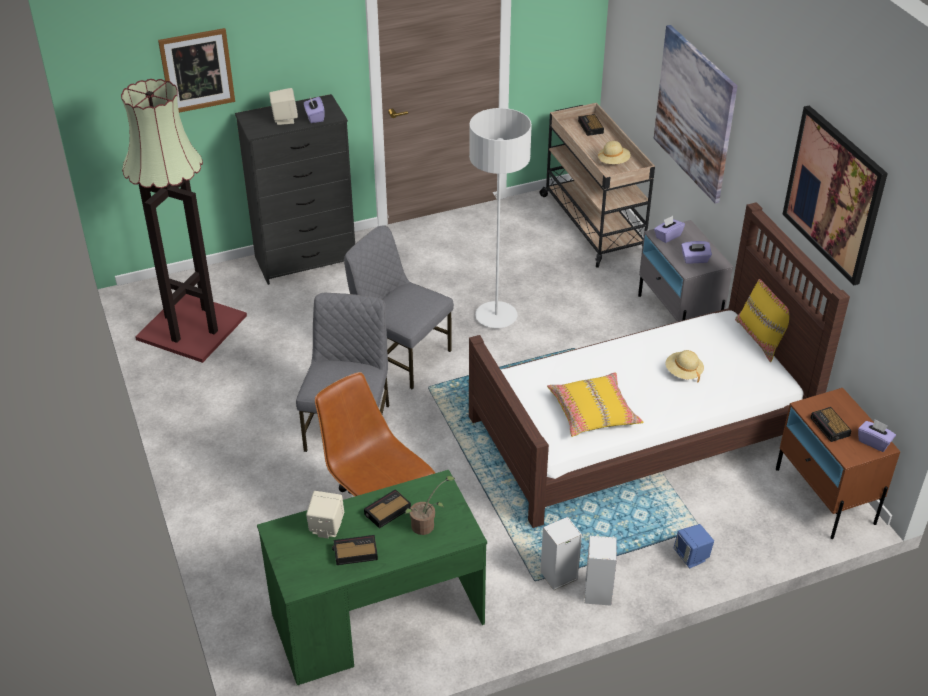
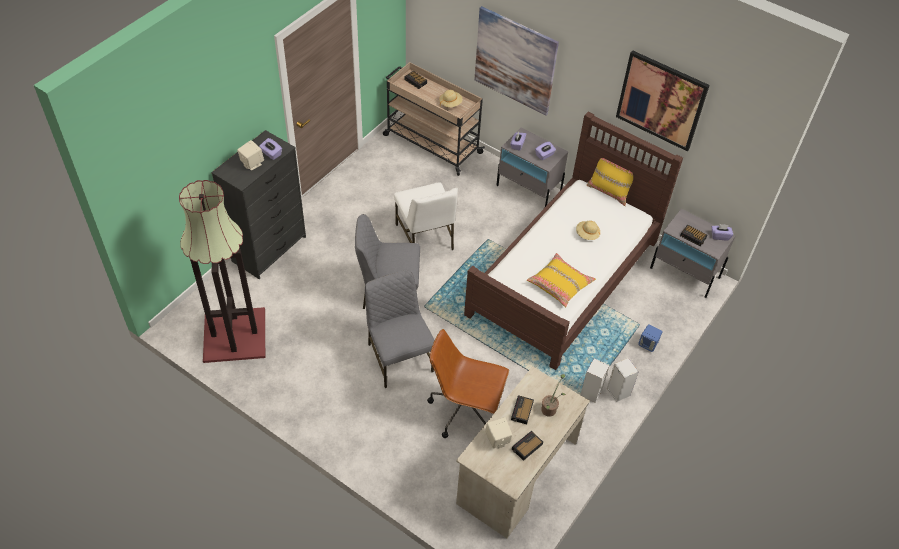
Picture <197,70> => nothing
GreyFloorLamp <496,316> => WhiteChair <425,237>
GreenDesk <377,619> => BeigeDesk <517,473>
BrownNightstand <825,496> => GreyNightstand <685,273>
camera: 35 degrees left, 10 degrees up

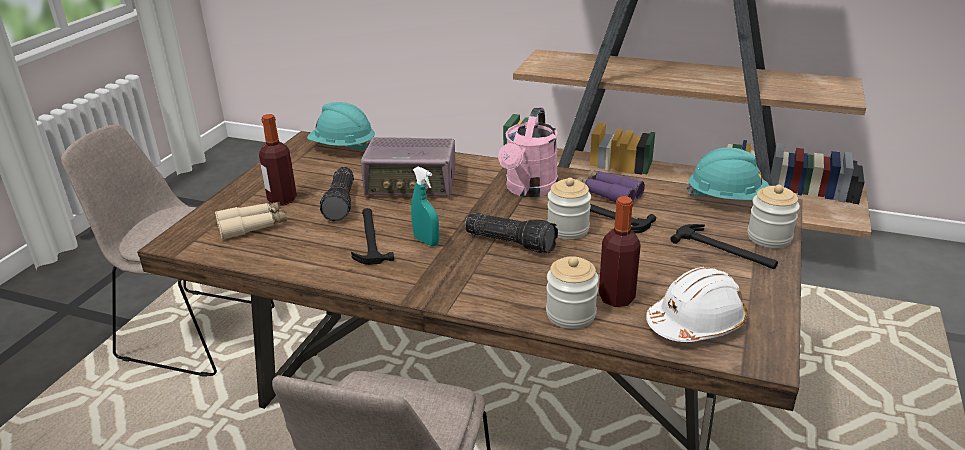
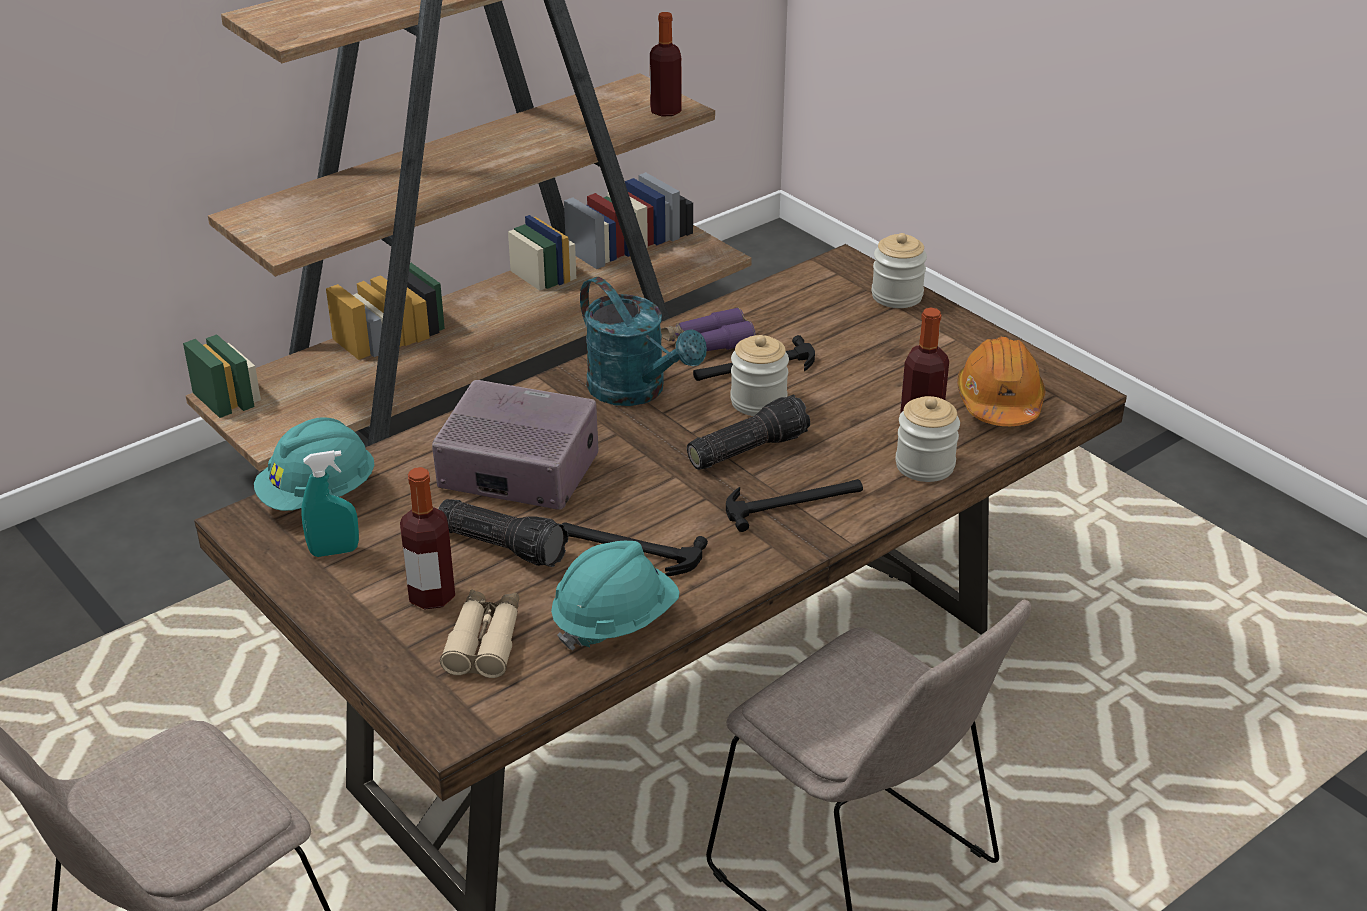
nothing => Bottle <665,111>
TurquoiseSprayBottle <426,241> => TurquoiseSprayBottle <334,551>, move
Hammer <725,250> => Hammer <794,502>, move
TurquoiseHardHat <727,199> => TurquoiseHardHat <614,621>, move
PinkWateringCan <529,189> => TurquoiseWateringCan <636,391>
WhiteHardHat <696,323> => OrangeHardHat <999,402>
Radio <412,184> => Radio <518,472>, 105 degrees counterclockwise
camera: 60 degrees left, 5 degrees up

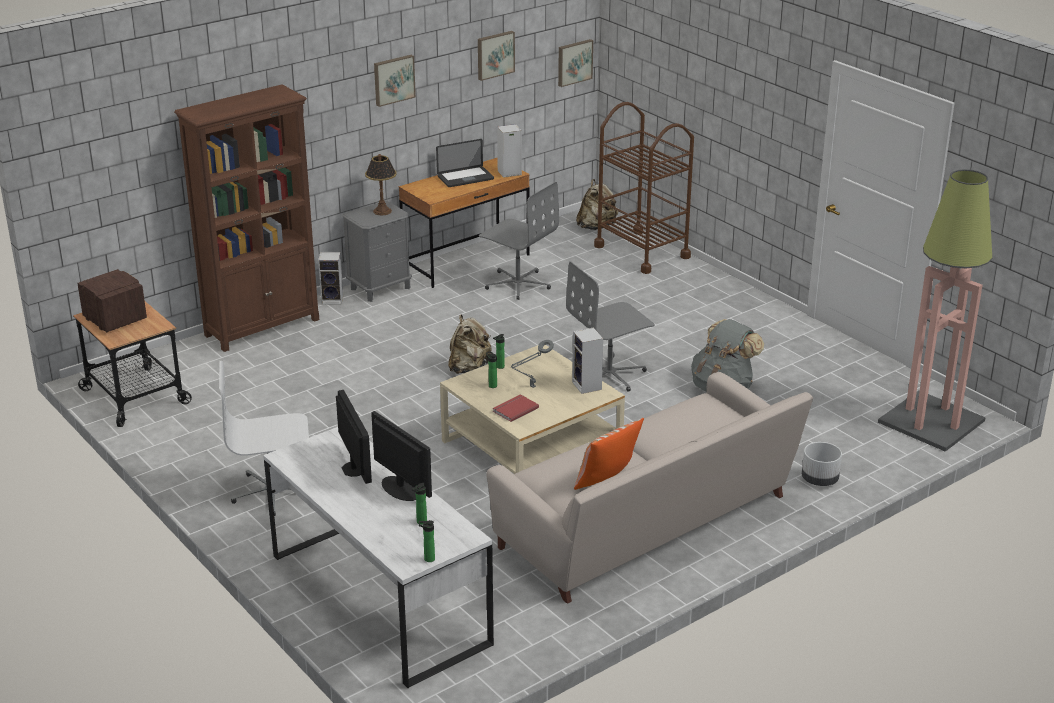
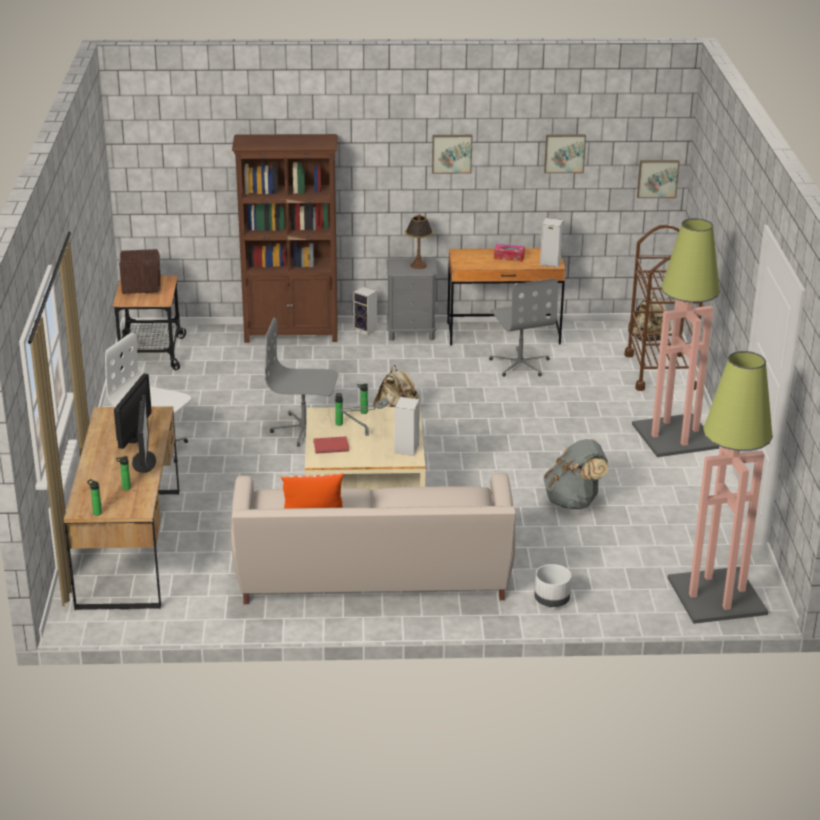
nothing => FloorLamp <676,436>
GreyOfficeChair <610,375> => GreyOfficeChair <304,430>, move
Laptop <465,178> => TissueBox <509,257>
WhiteDesk <379,599> => BrownDesk <130,547>
camera: 35 degrees right, 0 degrees up

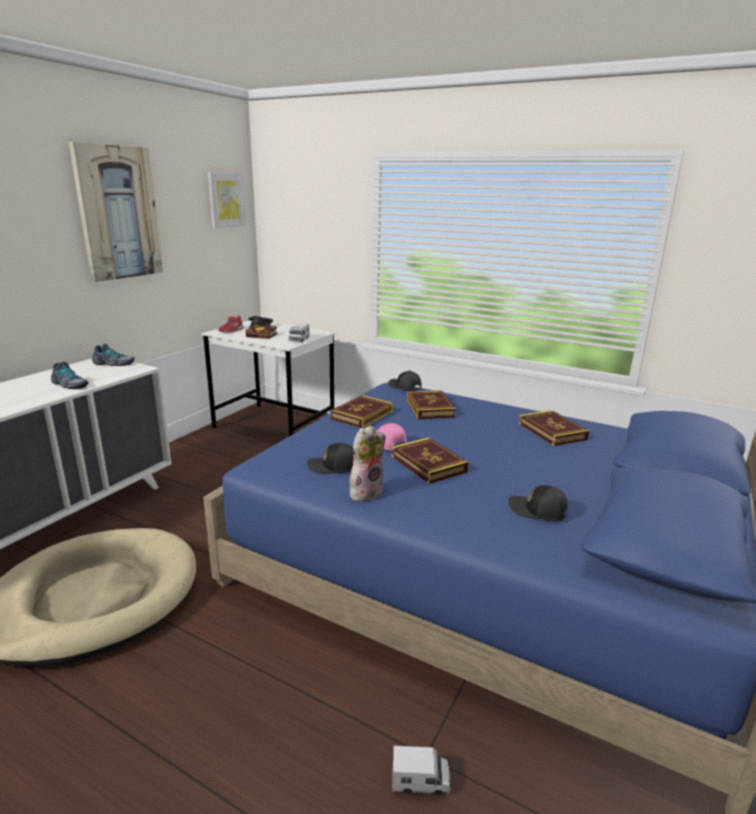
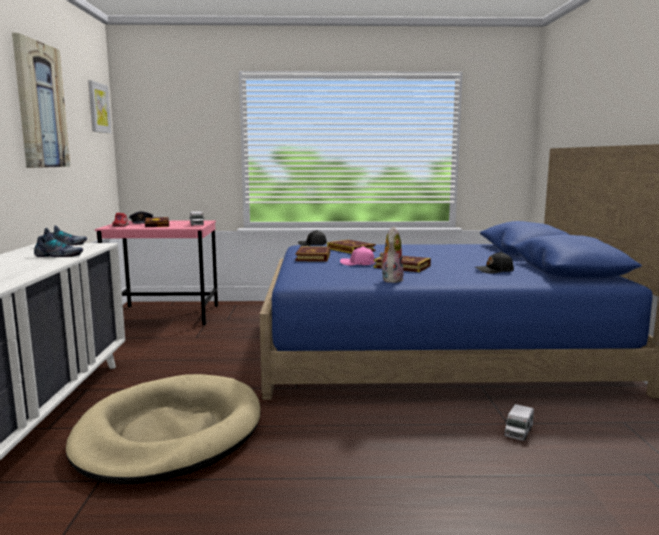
BlackCap <333,467> => nothing
Book <552,431> => nothing
WhiteDesk <274,426> => PinkDesk <165,315>
ToyTruck <420,781> => ToyTruck <518,432>, 150 degrees clockwise
camera: 30 degrees left, 10 degrees down

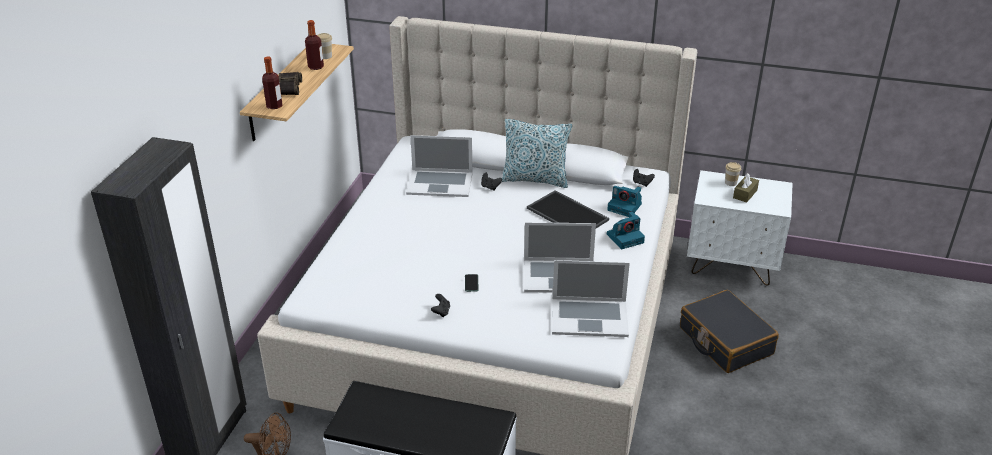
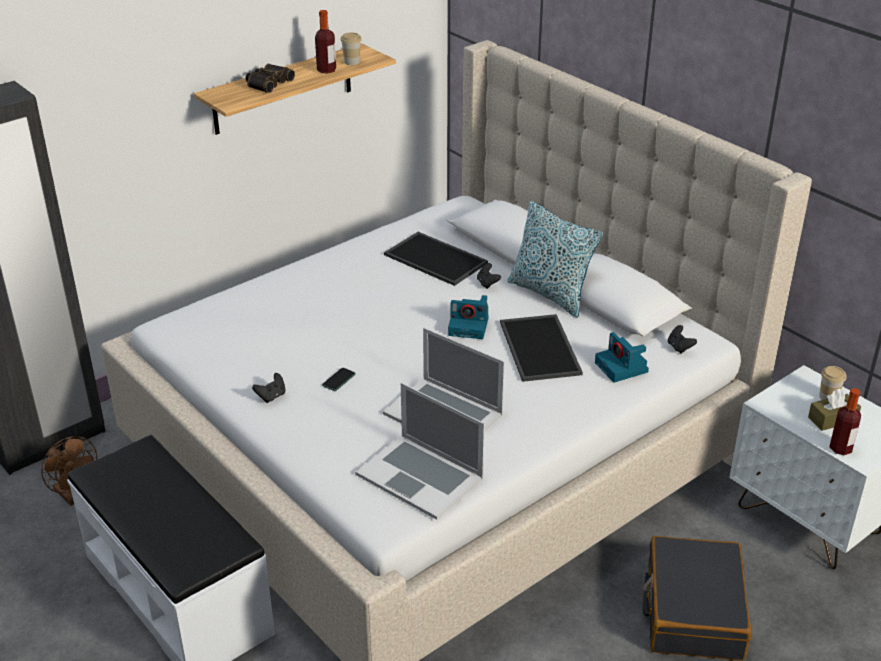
Bottle <274,106> => Bottle <840,448>, move
PhotoCamera <625,238> => PhotoCamera <469,326>, move
Laptop <440,183> => Tray <437,258>
camera: 35 degrees right, 0 degrees up

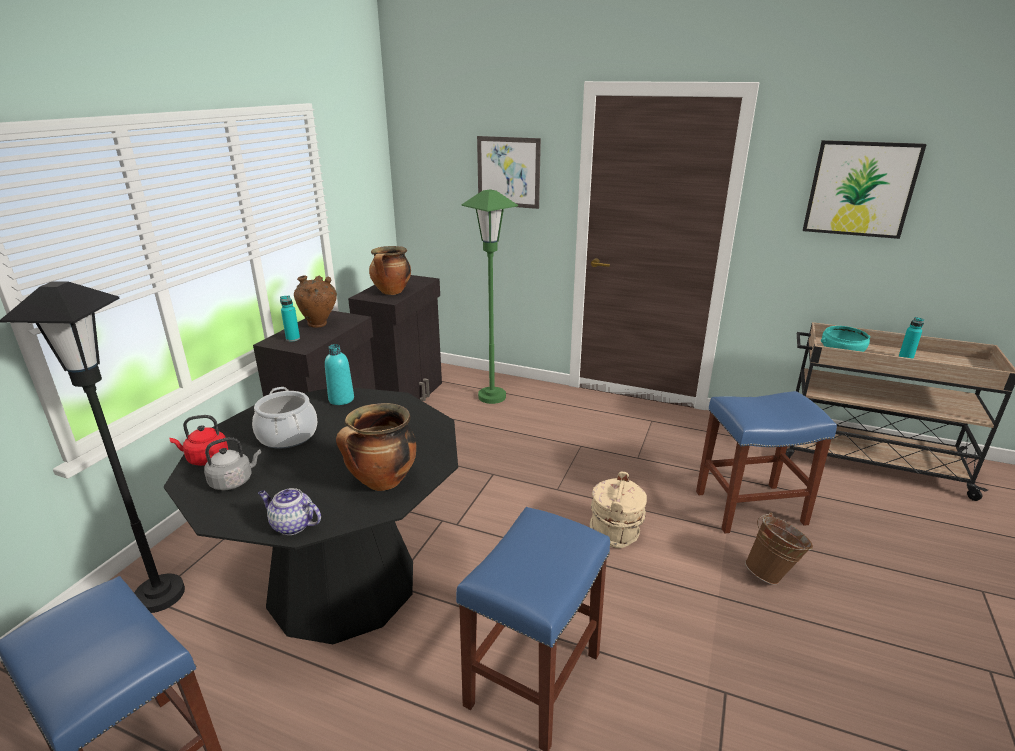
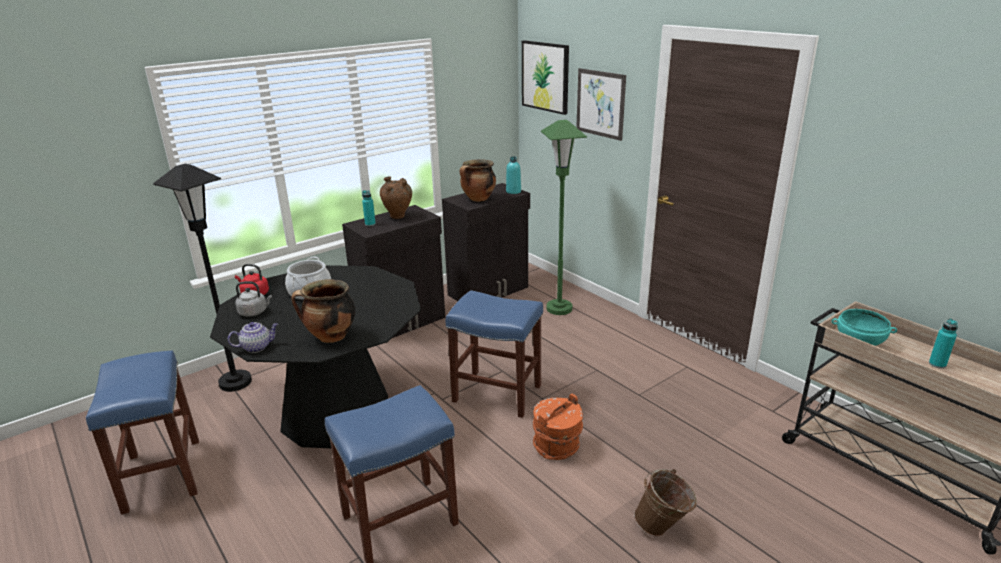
TurquoiseBottle <341,399> => TurquoiseBottle <513,191>, move
BlueStool <751,507> => BlueStool <498,393>, move
Picture <860,189> => Picture <545,76>, move
BeigeBucket <615,532> => OrangeBucket <557,447>
Teapot <292,525> => Teapot <257,347>, 105 degrees clockwise
camera: 30 degrees right, 0 degrees up

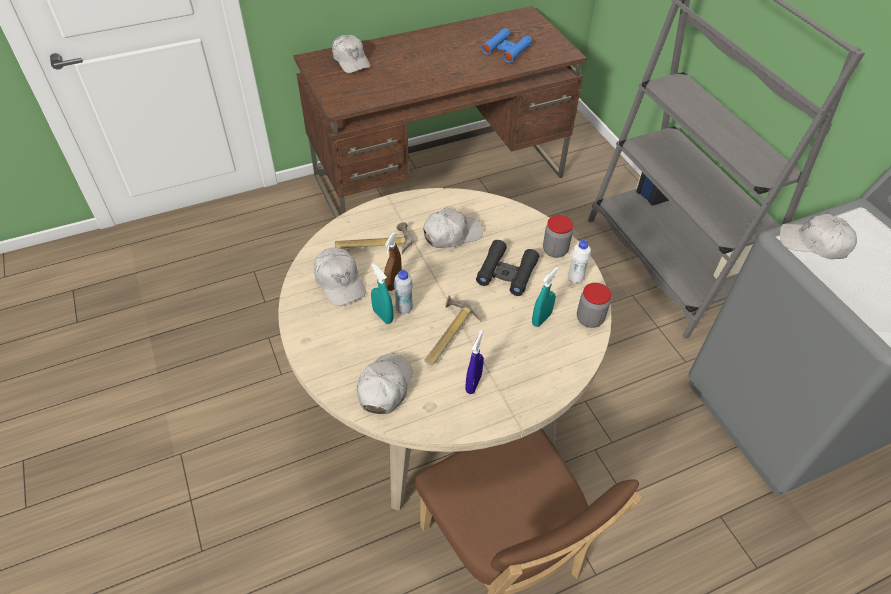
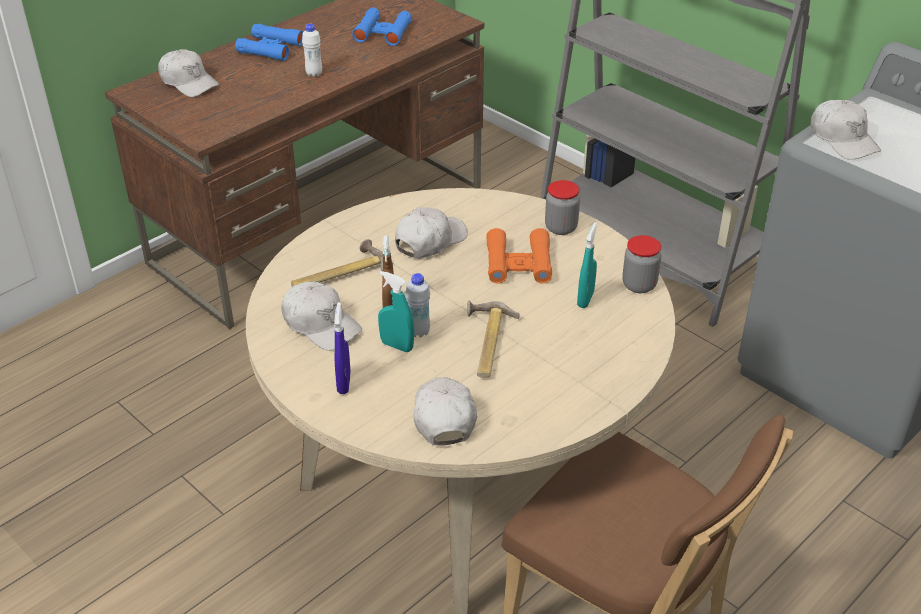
nothing => BlueBinoculars <270,48>
BlueSprayBottle <473,383> => BlueSprayBottle <344,383>, move
WhiteBottle <575,279> => WhiteBottle <314,74>, move
BlackBinoculars <506,273> => OrangeBinoculars <518,264>
WhiteCap <814,243> => WhiteCap <843,139>, 120 degrees counterclockwise
camera: 20 degrees left, 10 degrees down

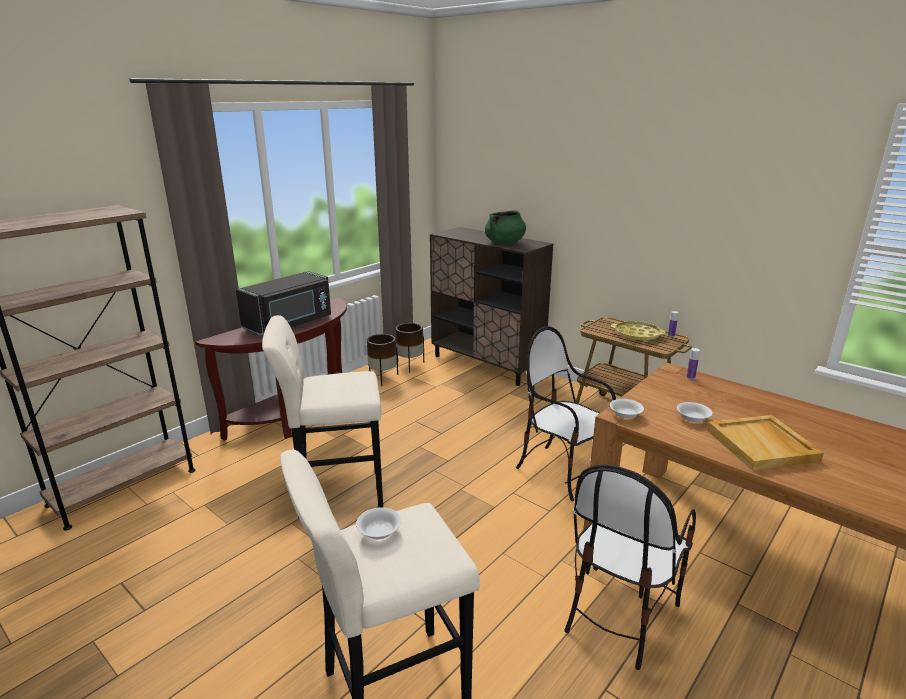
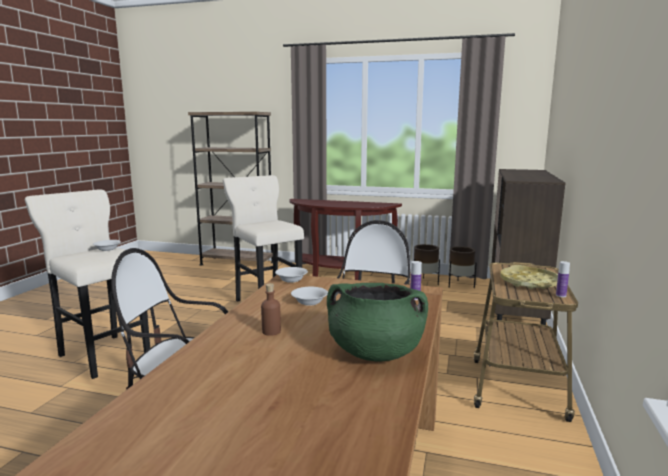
BlackMicrowave <290,323> => nothing
GreenCookingPot <504,242> => GreenCookingPot <375,353>, move
BeigeTray <762,445> => BrownBottle <271,331>
camera: 65 degrees right, 10 degrees down

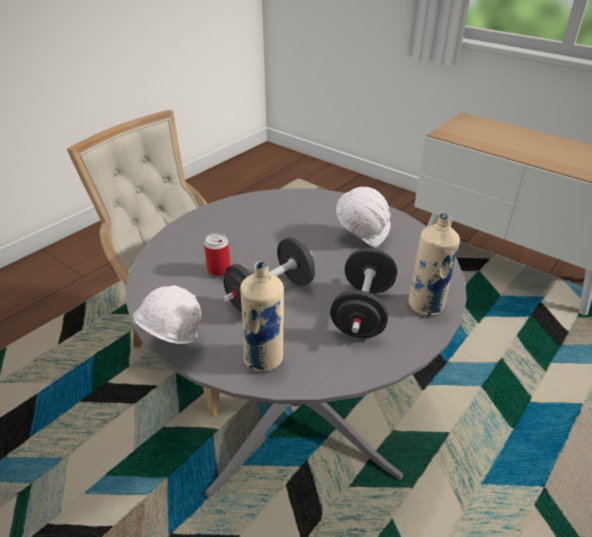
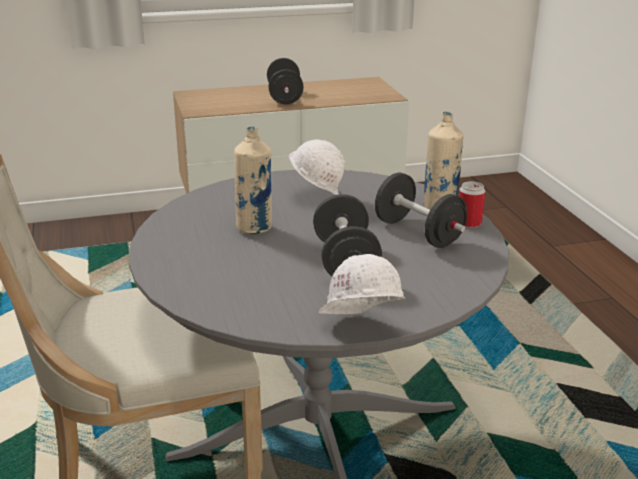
nothing => BlackDumbbell <284,97>
Can <219,270> => Can <468,223>, move
BeigeBottle <264,359> => BeigeBottle <254,228>, move
camera: 55 degrees left, 10 degrees down

